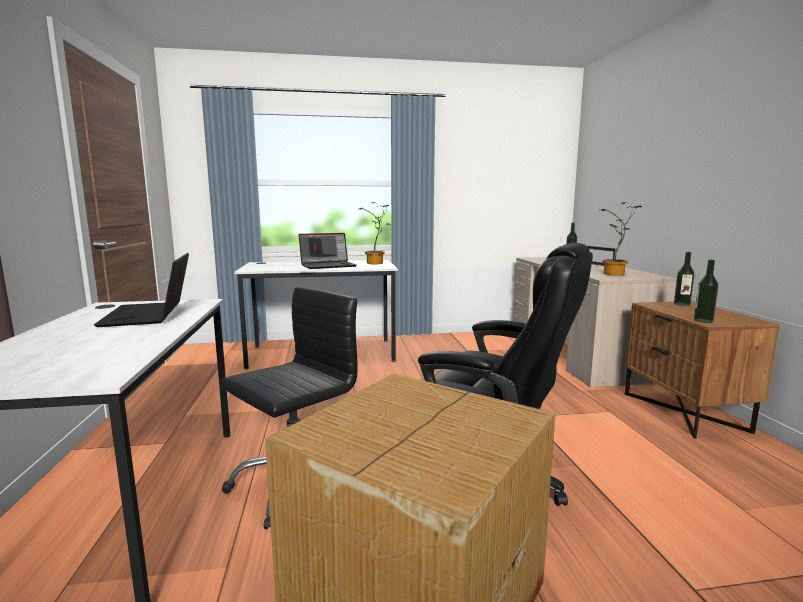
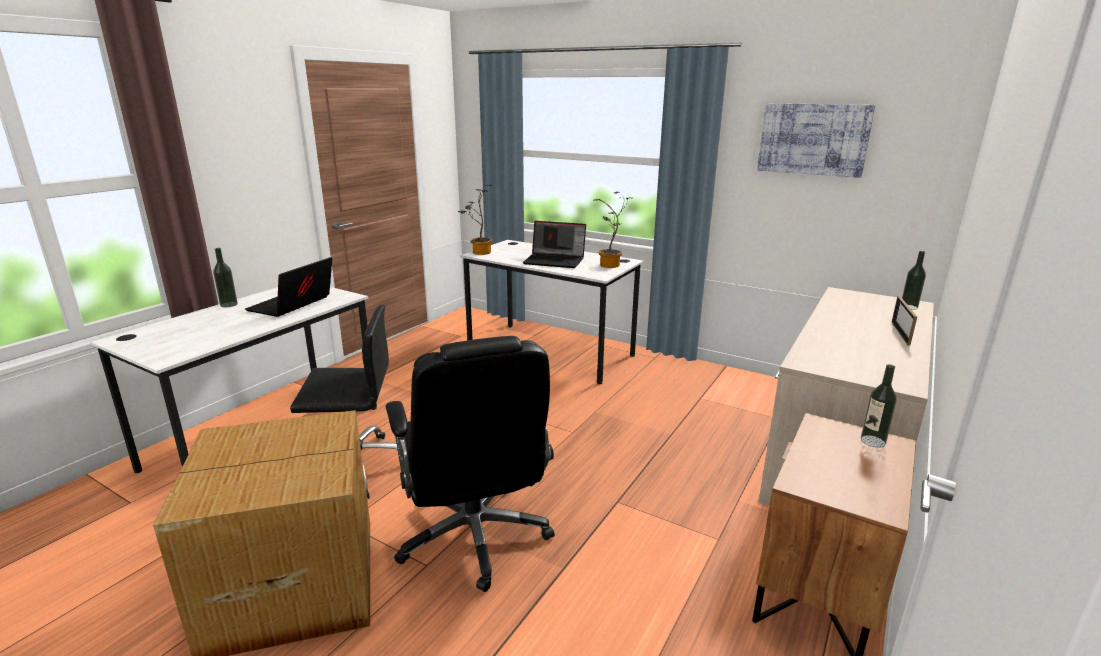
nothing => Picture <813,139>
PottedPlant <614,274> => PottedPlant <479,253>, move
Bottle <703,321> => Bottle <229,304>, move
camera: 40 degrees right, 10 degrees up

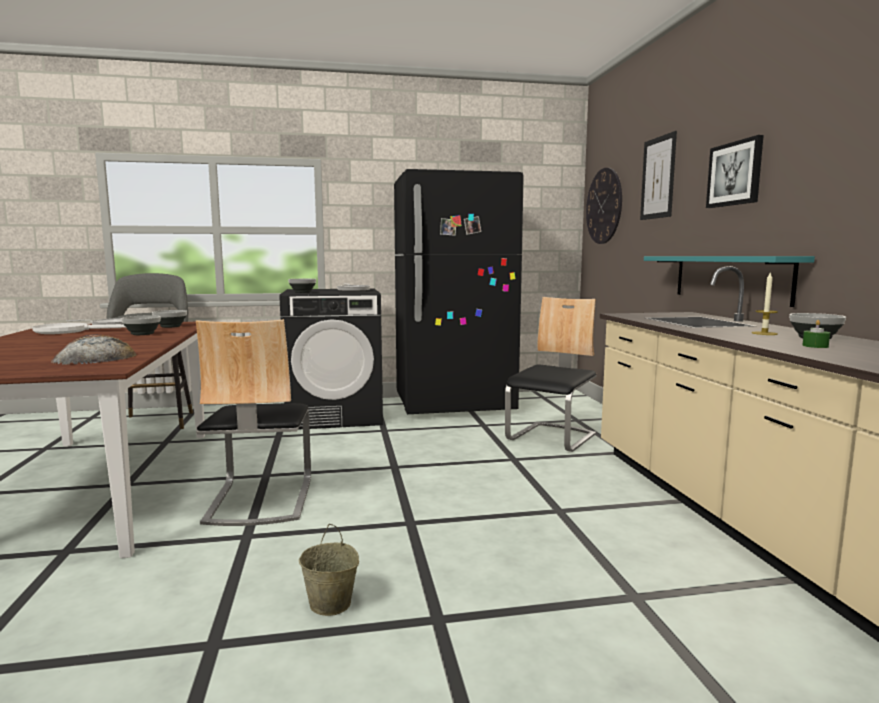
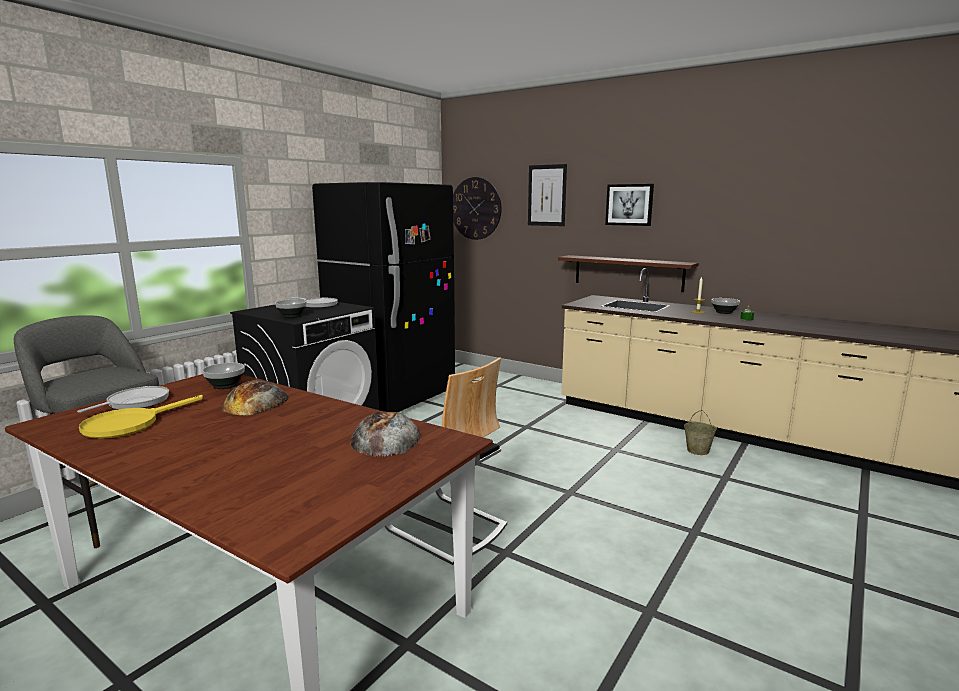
Chair <552,437> => nothing
BeigeBucket <331,604> => BeigeBucket <698,451>, move
Bowl <143,334> => Bread <256,402>
WhiteFryingPan <69,331> => YellowFryingPan <130,424>
TurquoiseShelf <729,278> => BrownShelf <628,273>
camera: 45 degrees left, 5 degrees up

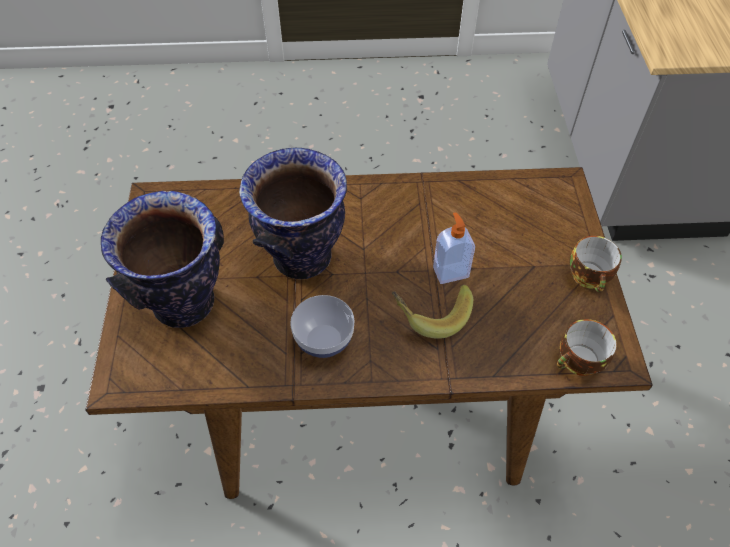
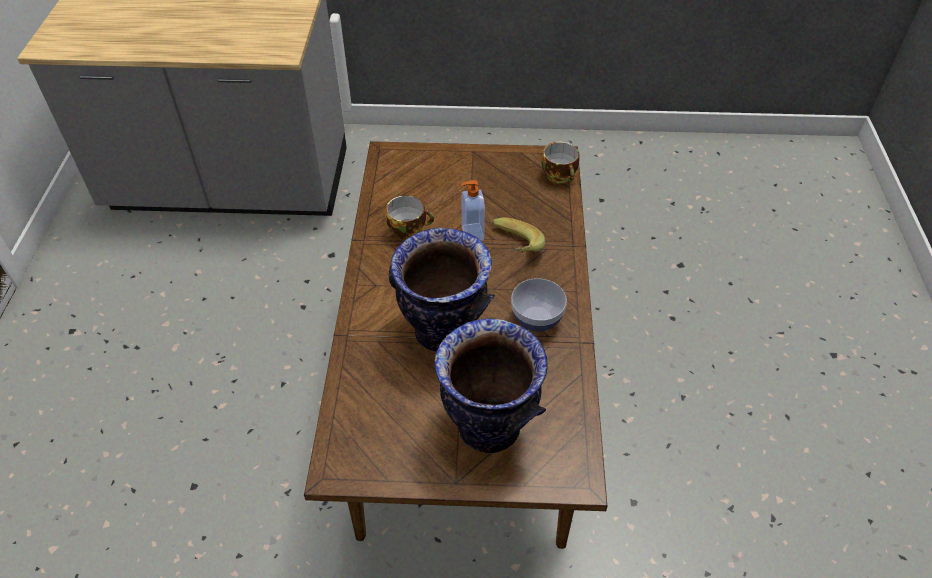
Cup <590,277> => Cup <409,229>, move
camera: 85 degrees left, 5 degrees down

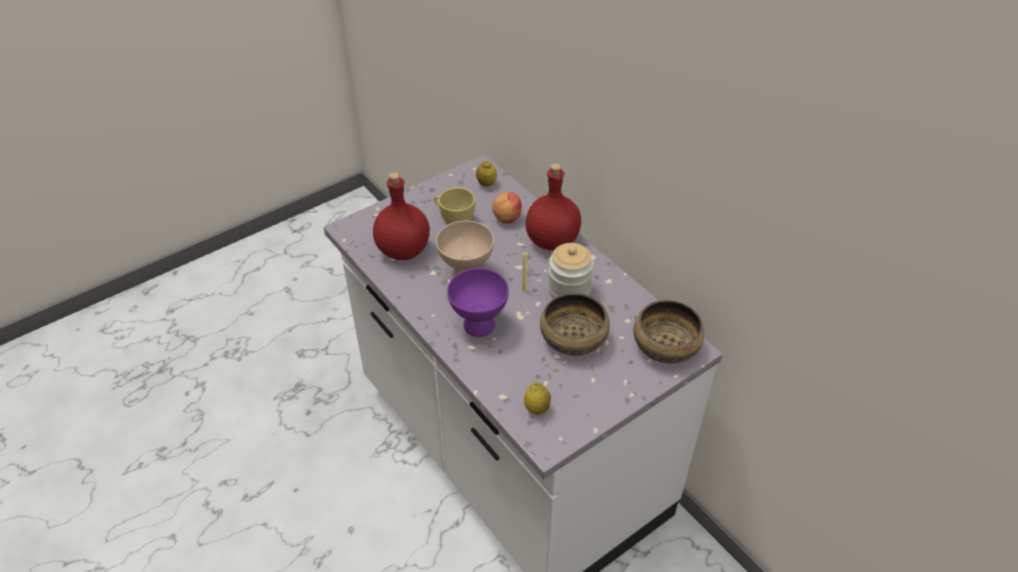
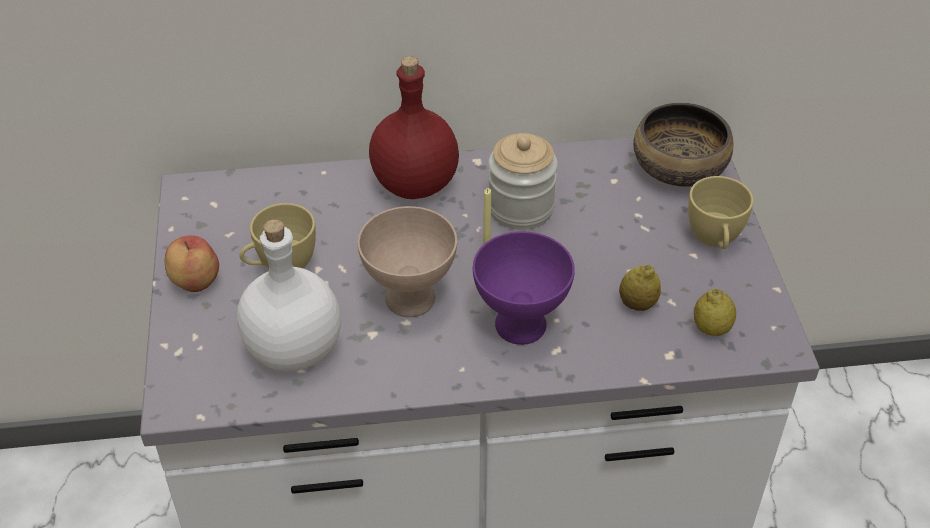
Bowl <573,339> => nothing
nothing => YellowCup <714,240>
Lemon <486,184> => Lemon <637,304>, move
Apple <507,218> => Apple <194,281>, move
RedBottle <403,250> => WhiteBottle <292,350>
camera: 60 degrees left, 0 degrees up

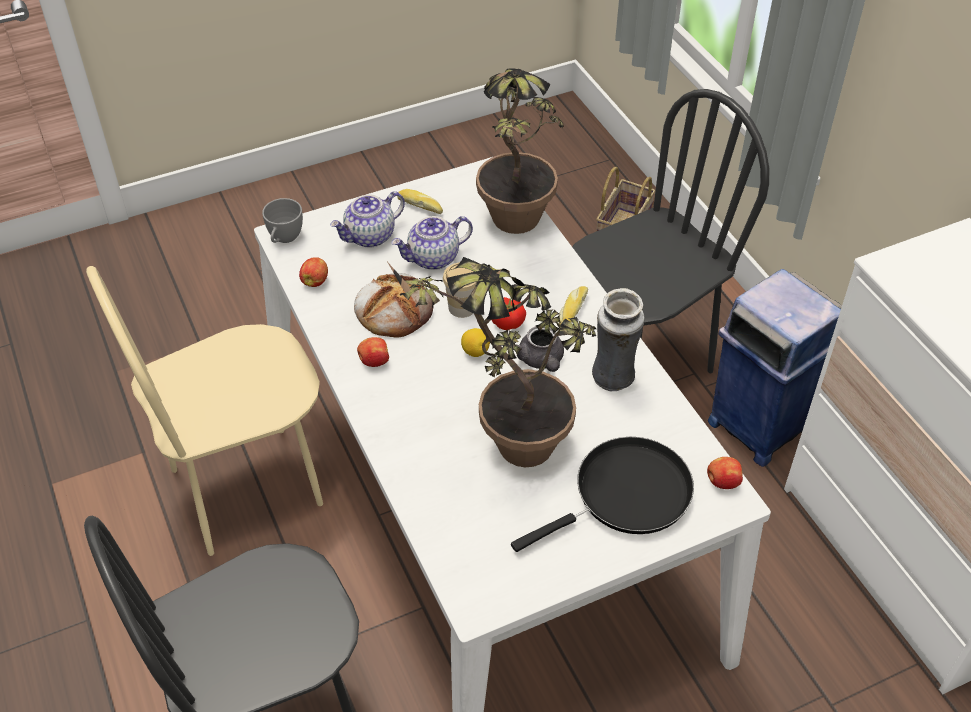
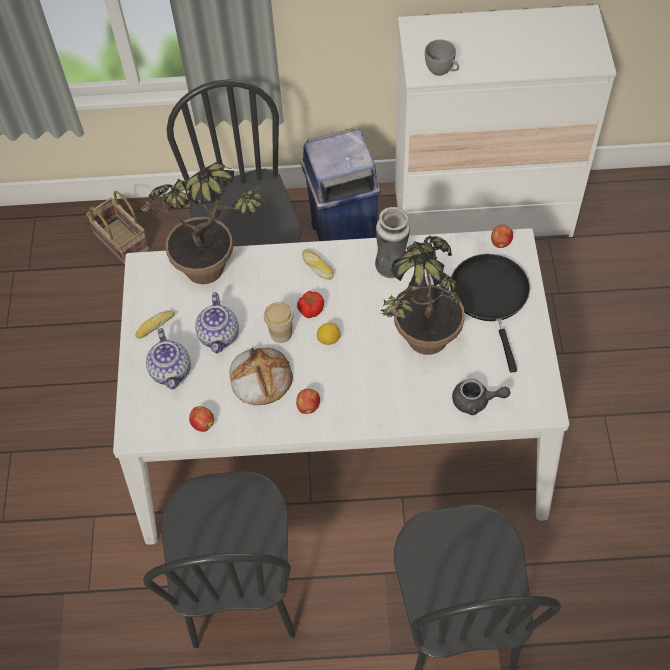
GreyCup <284,239> => GreyCup <442,71>, move
GreyTeapot <541,361> => GreyTeapot <476,401>, move
BeigeChair <246,488> => BlackChair <241,592>
camera: 65 degrees left, 10 degrees up

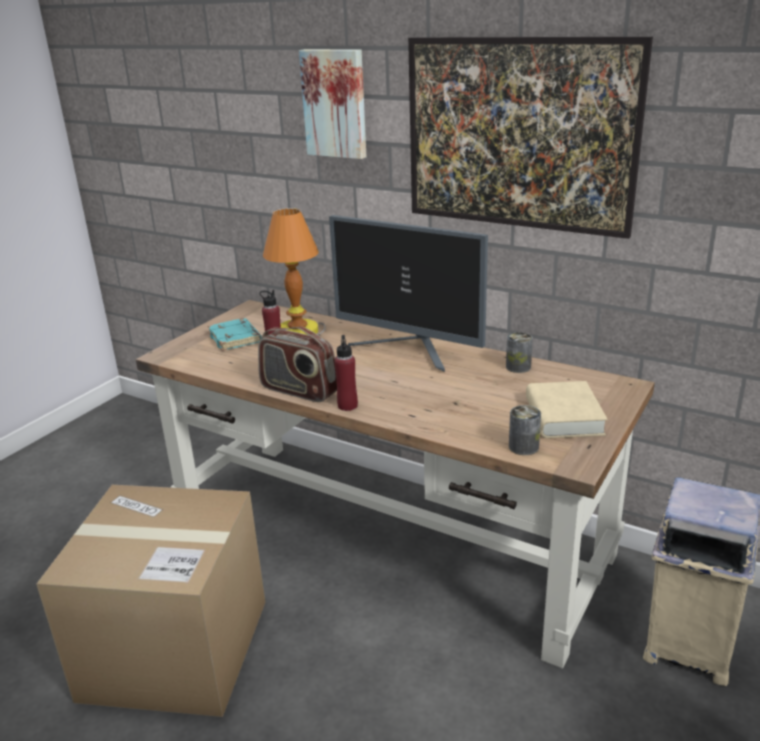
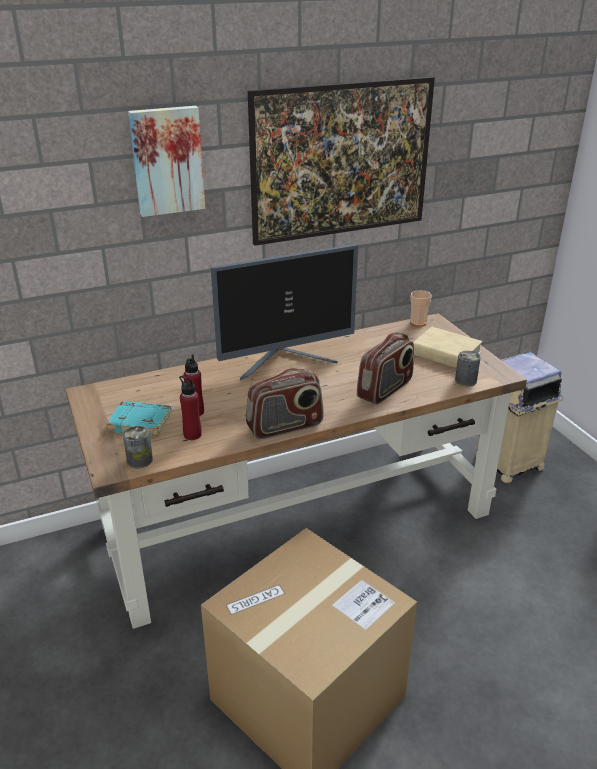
TableLamp <293,330> => nothing
nothing => Radio <385,389>
nothing => Cup <418,322>
RedBottle <347,405> => RedBottle <192,435>, move
Can <518,367> => Can <140,460>, move
camera: 55 degrees left, 5 degrees up

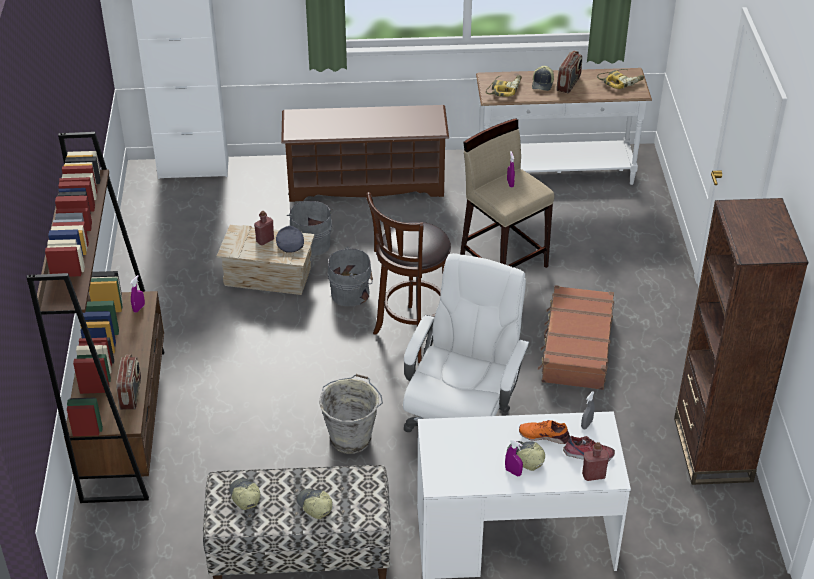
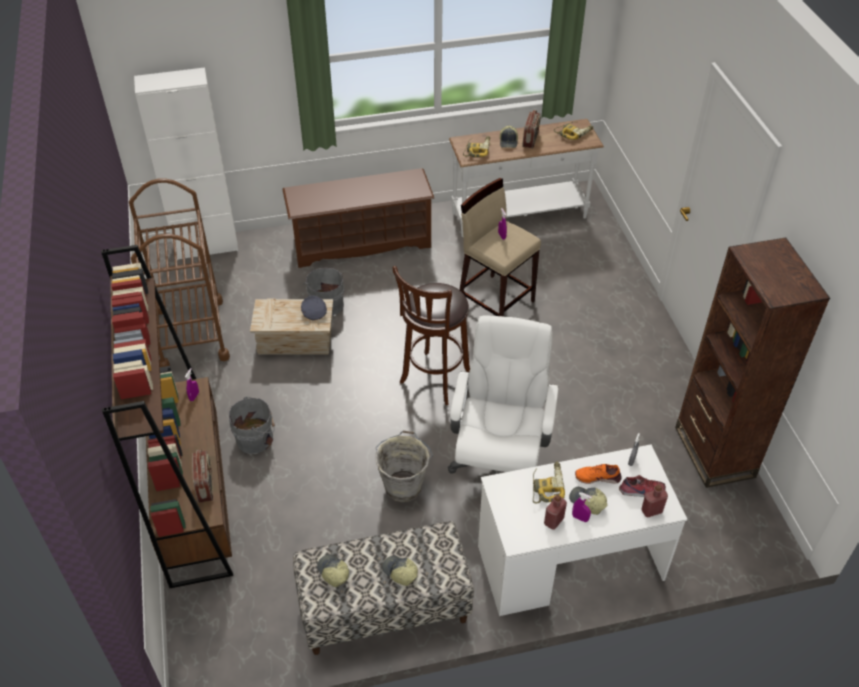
BrownSuitcase <576,347> => nothing
nothing => BrownCart <191,334>
nothing => PowerDrill <546,485>
RedBottle <265,240> => RedBottle <553,521>, move
GreyBucket <352,293> => GreyBucket <256,438>, move
camera: 10 degrees left, 5 degrees up

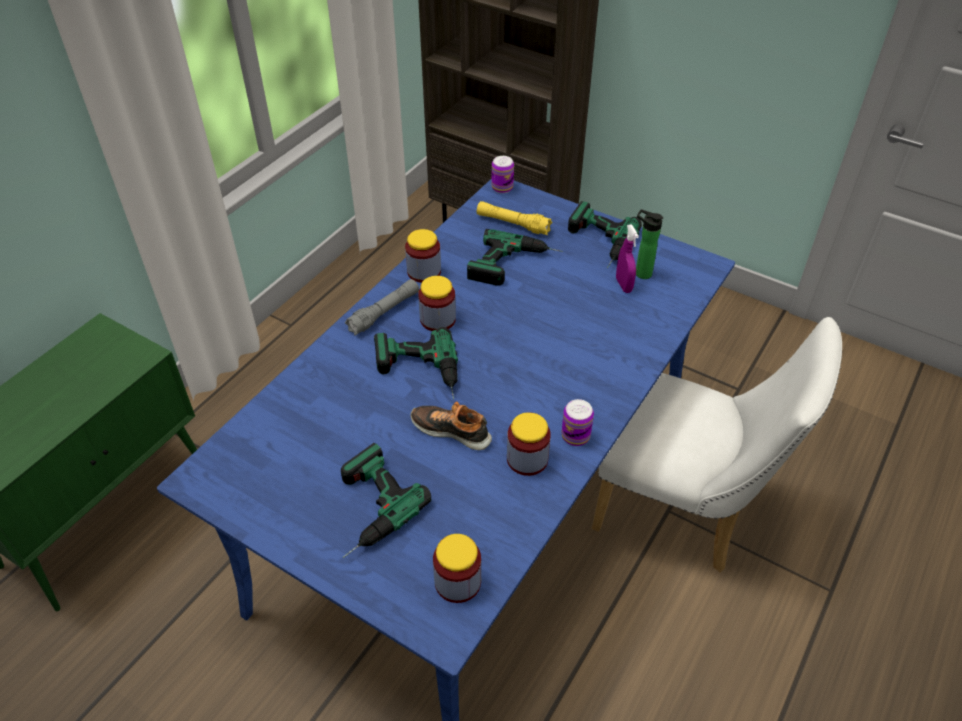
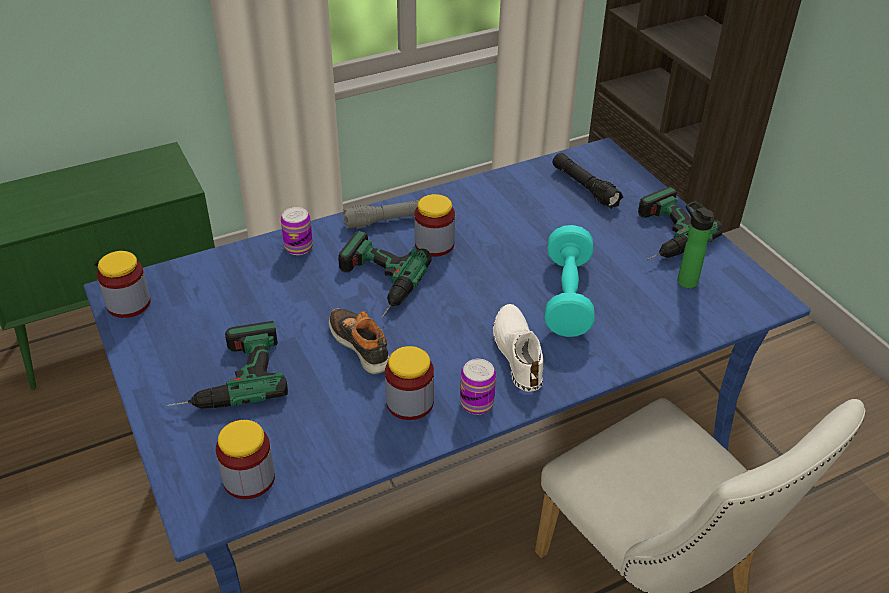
PowerDrill <515,265> => nothing
PurpleSprayBottle <623,285> => nothing
nothing => WhiteShoe <518,352>
nothing => TurquoiseDumbbell <567,297>
Jar <424,272> => Jar <128,304>, move
Can <502,187> => Can <298,247>, move
YellowFlashlight <513,224> => BlackFlashlight <584,187>
camera: 30 degrees right, 5 degrees down

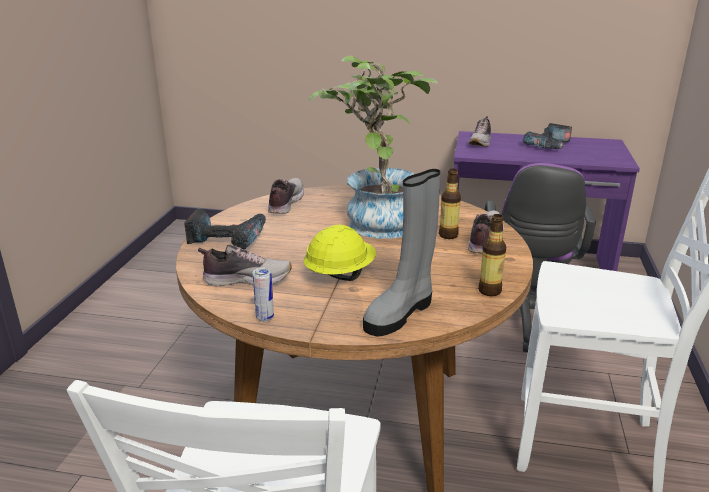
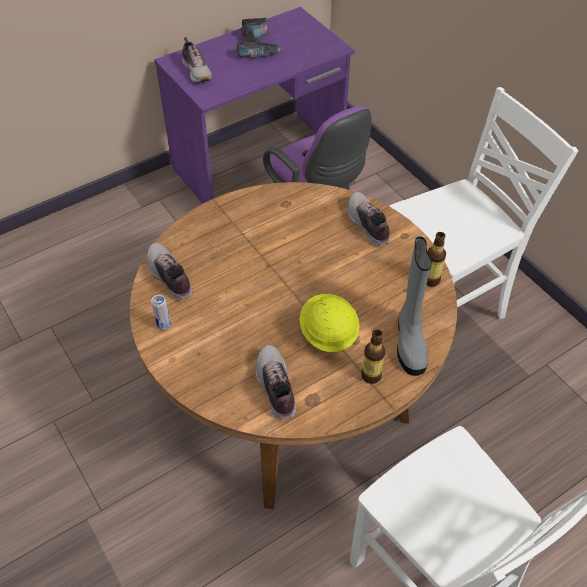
PowerDrill <227,238> => nothing
PottedPlant <375,220> => nothing
Can <265,317> => Can <164,325>, move
Bottle <448,235> => Bottle <371,376>, move
Shoe <247,279> => Shoe <275,387>, 60 degrees counterclockwise
camera: 45 degrees left, 25 degrees up

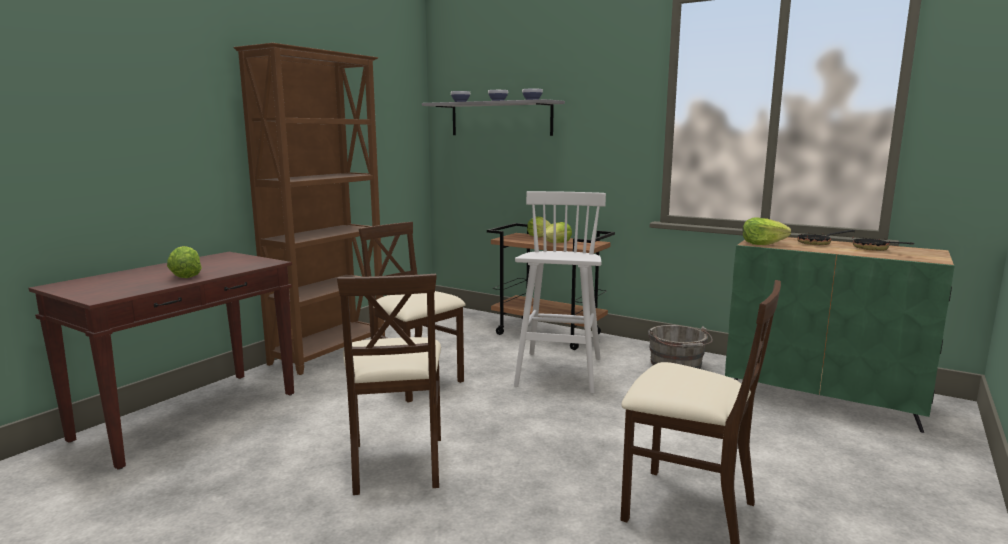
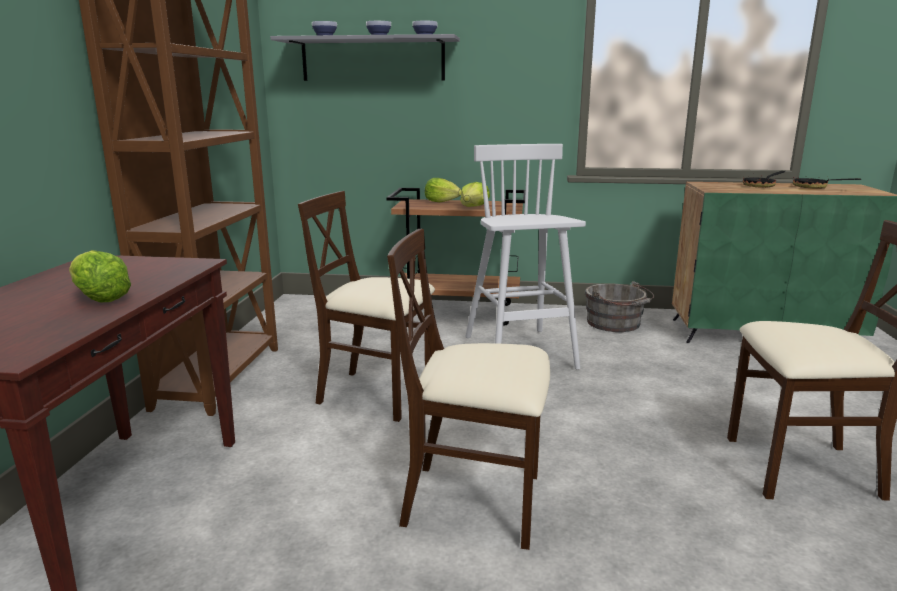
Lettuce <762,244> => nothing
BeigeChair <396,463> => BeigeChair <475,501>, 135 degrees clockwise
camera: 25 degrees left, 5 degrees up

